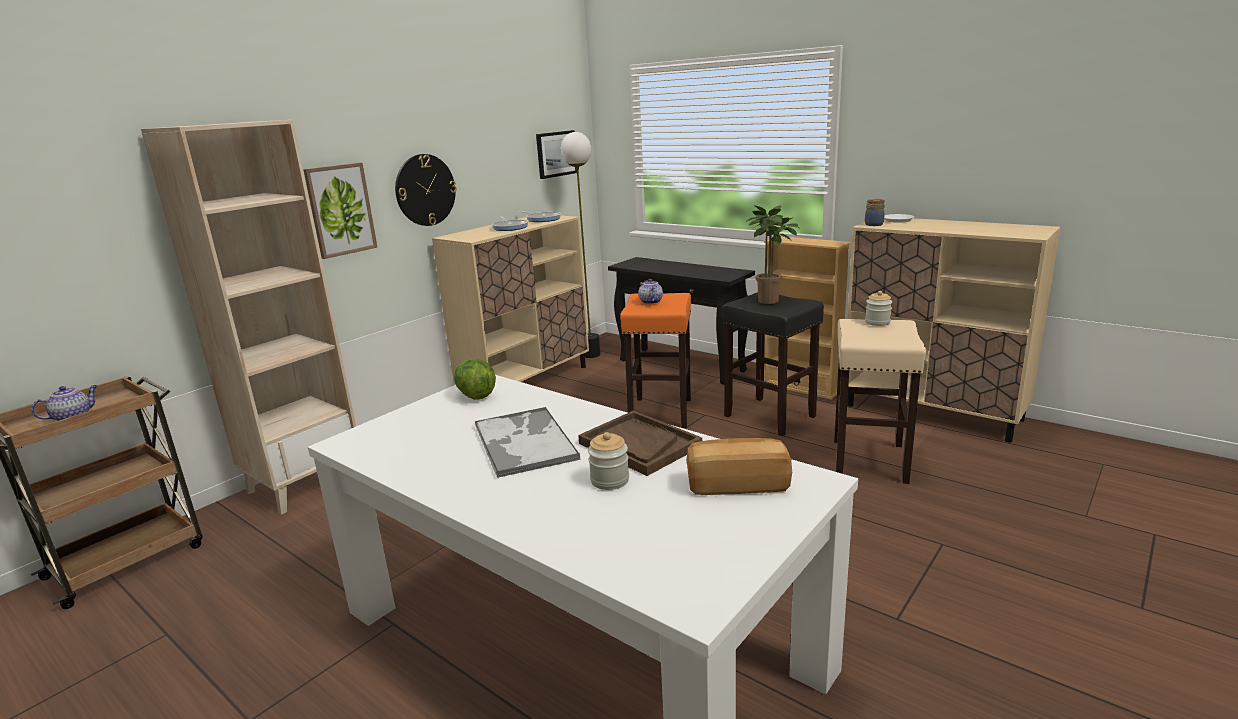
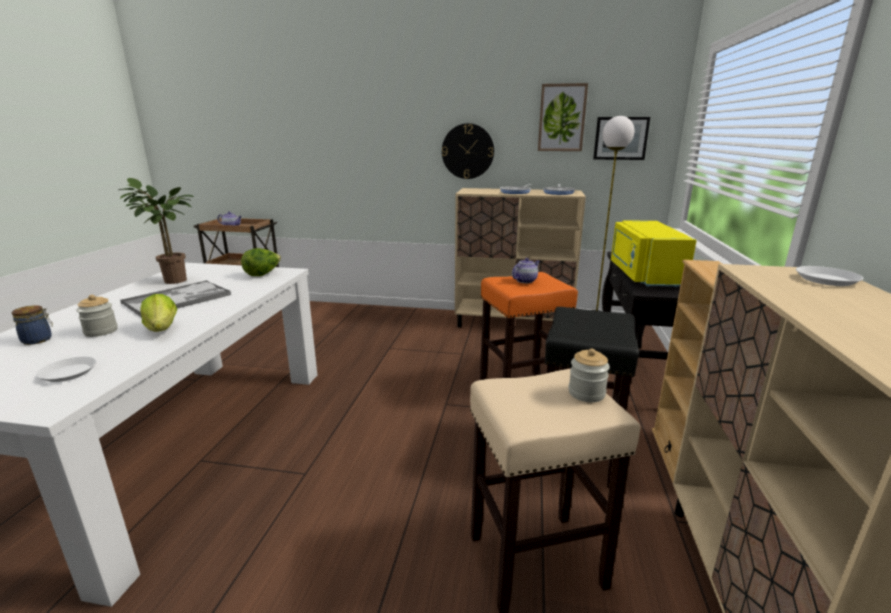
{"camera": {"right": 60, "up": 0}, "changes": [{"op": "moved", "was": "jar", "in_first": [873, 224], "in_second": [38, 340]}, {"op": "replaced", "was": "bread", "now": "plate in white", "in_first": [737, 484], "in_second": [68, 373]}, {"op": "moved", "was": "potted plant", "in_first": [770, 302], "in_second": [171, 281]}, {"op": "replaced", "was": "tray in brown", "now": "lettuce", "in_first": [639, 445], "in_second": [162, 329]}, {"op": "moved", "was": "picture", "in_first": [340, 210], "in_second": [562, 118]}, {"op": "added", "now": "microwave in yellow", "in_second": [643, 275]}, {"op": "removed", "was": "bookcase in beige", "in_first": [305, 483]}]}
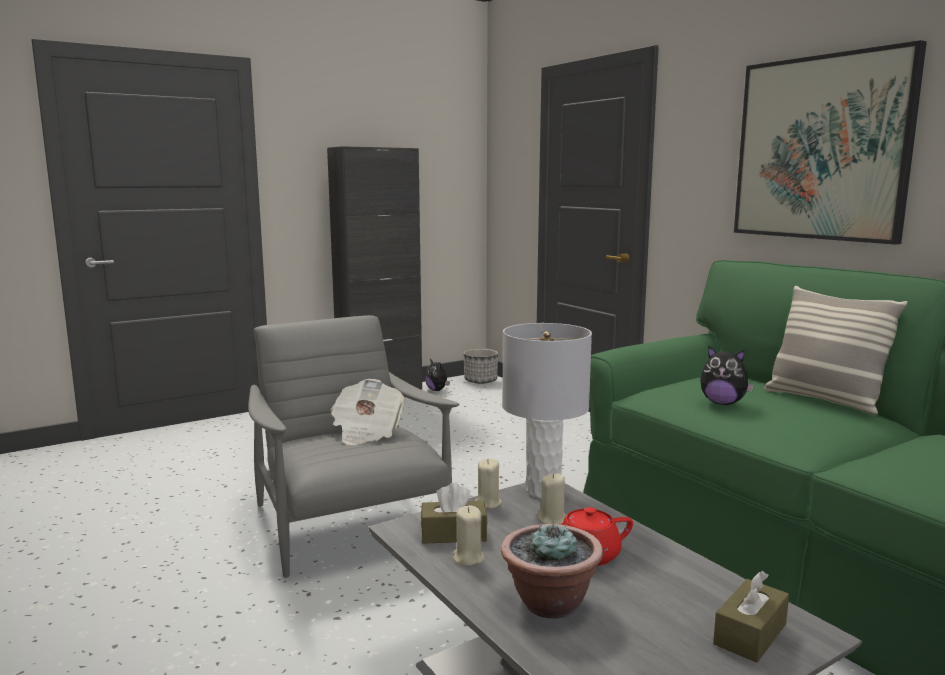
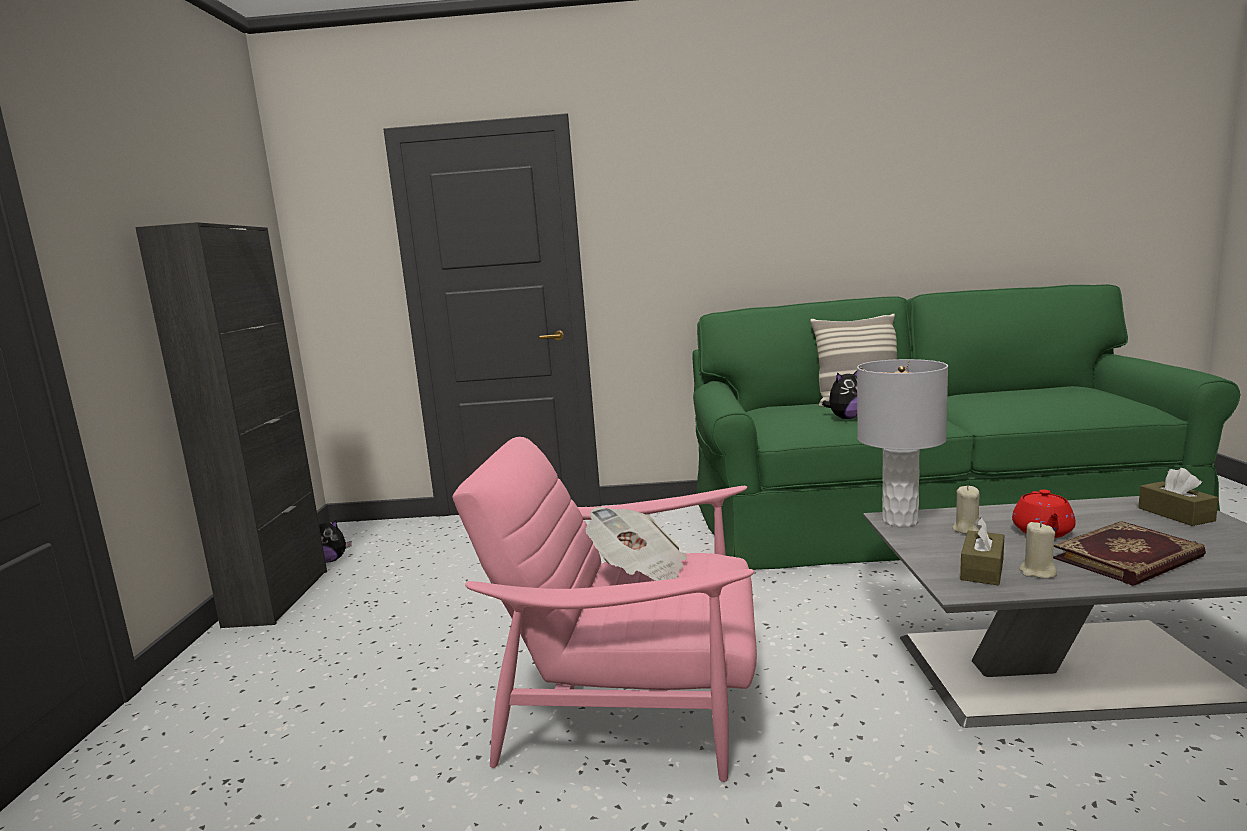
{"camera": {"right": -55, "up": 0}, "changes": [{"op": "recoloured", "was": "armchair in grey", "now": "armchair in pink", "in_first": [349, 525], "in_second": [632, 703]}, {"op": "replaced", "was": "potted plant", "now": "book", "in_first": [549, 603], "in_second": [1129, 559]}, {"op": "removed", "was": "planter", "in_first": [480, 381]}, {"op": "removed", "was": "candle in beige", "in_first": [487, 503]}, {"op": "removed", "was": "picture", "in_first": [821, 148]}]}
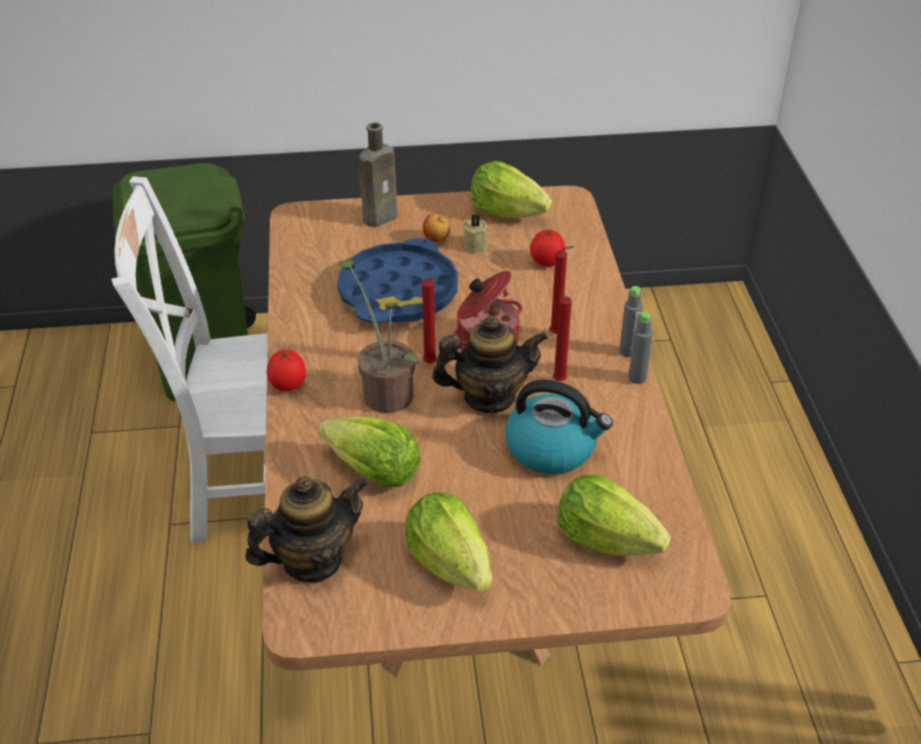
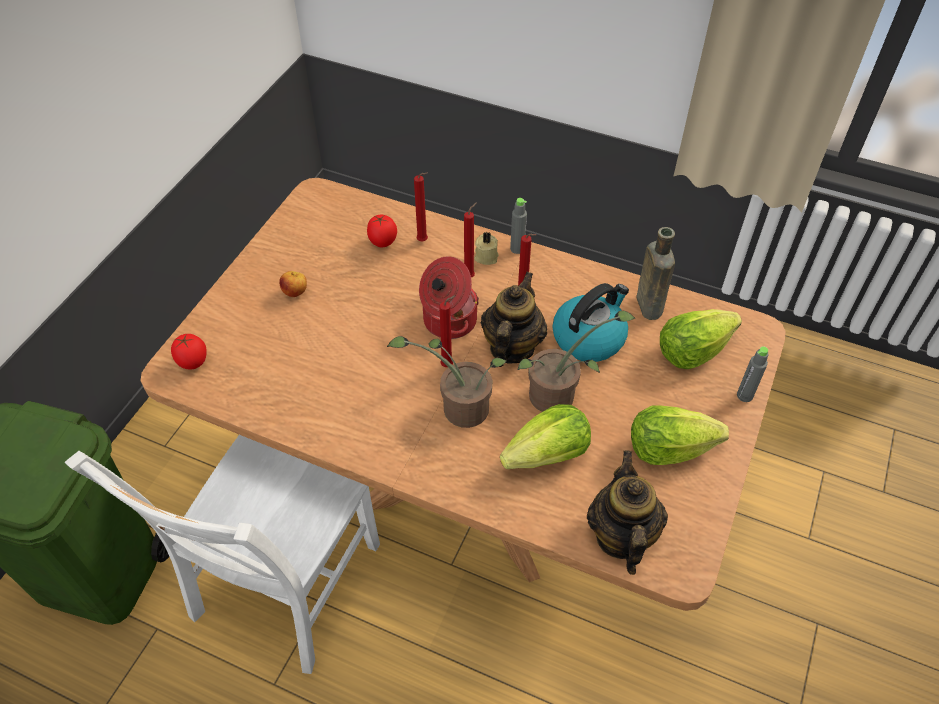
{"camera": {"right": -60, "up": 10}, "changes": [{"op": "moved", "was": "tomato", "in_first": [287, 386], "in_second": [193, 363]}, {"op": "added", "now": "candle in red", "in_second": [424, 241]}, {"op": "moved", "was": "candle in beige", "in_first": [476, 244], "in_second": [486, 256]}, {"op": "added", "now": "potted plant", "in_second": [559, 396]}, {"op": "moved", "was": "bottle in brown", "in_first": [382, 216], "in_second": [648, 304]}, {"op": "moved", "was": "bottle in grey", "in_first": [637, 378], "in_second": [744, 395]}, {"op": "removed", "was": "tray in blue", "in_first": [398, 292]}, {"op": "removed", "was": "lettuce", "in_first": [506, 212]}]}
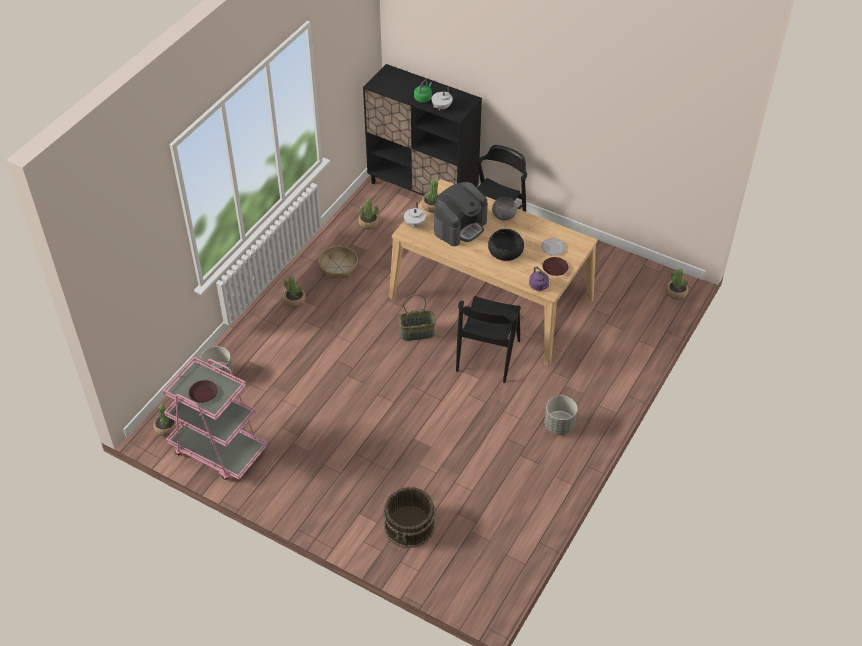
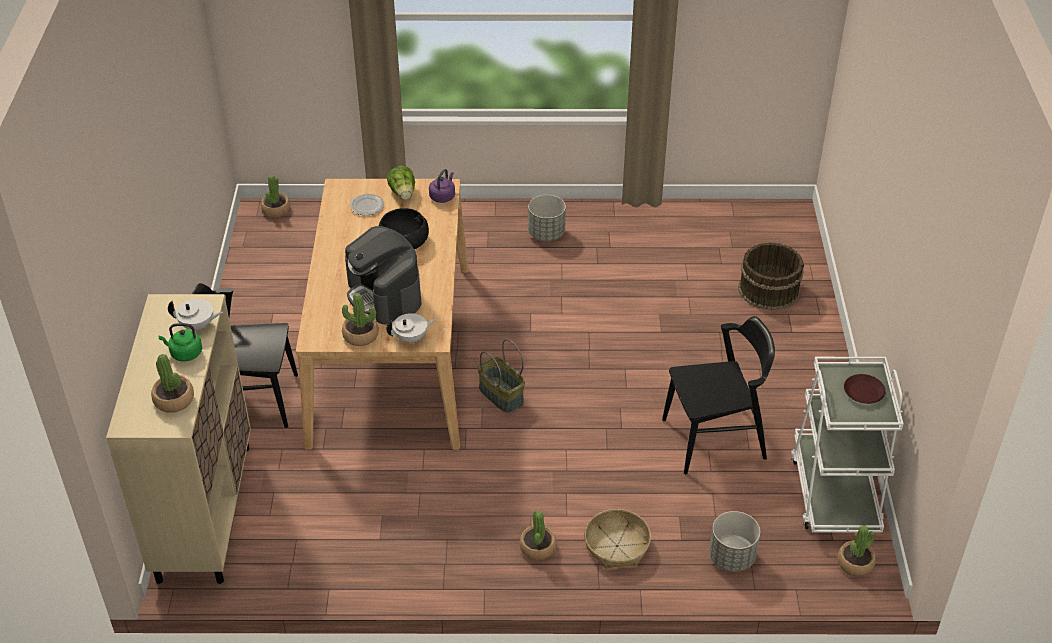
{"camera": {"right": -120, "up": -5}, "changes": [{"op": "recoloured", "was": "cabinet in black", "now": "cabinet in beige", "in_first": [423, 189], "in_second": [204, 511]}, {"op": "moved", "was": "potted plant", "in_first": [369, 223], "in_second": [174, 399]}, {"op": "turned", "was": "coffee machine", "in_first": [460, 226], "in_second": [384, 295], "clockwise": -135}, {"op": "replaced", "was": "plate in brown", "now": "lettuce", "in_first": [555, 269], "in_second": [403, 194]}, {"op": "moved", "was": "basket", "in_first": [338, 267], "in_second": [616, 546]}, {"op": "moved", "was": "chair in black", "in_first": [487, 356], "in_second": [714, 439]}, {"op": "recoloured", "was": "cart in pink", "now": "cart in white", "in_first": [218, 450], "in_second": [834, 491]}, {"op": "removed", "was": "bowl in grey", "in_first": [503, 216]}]}
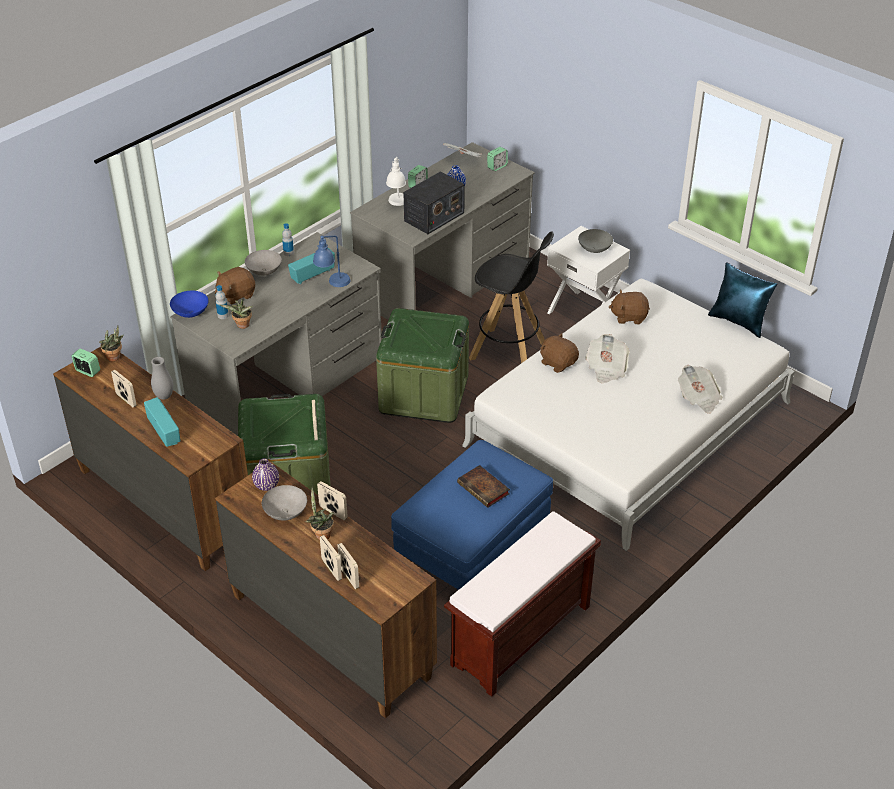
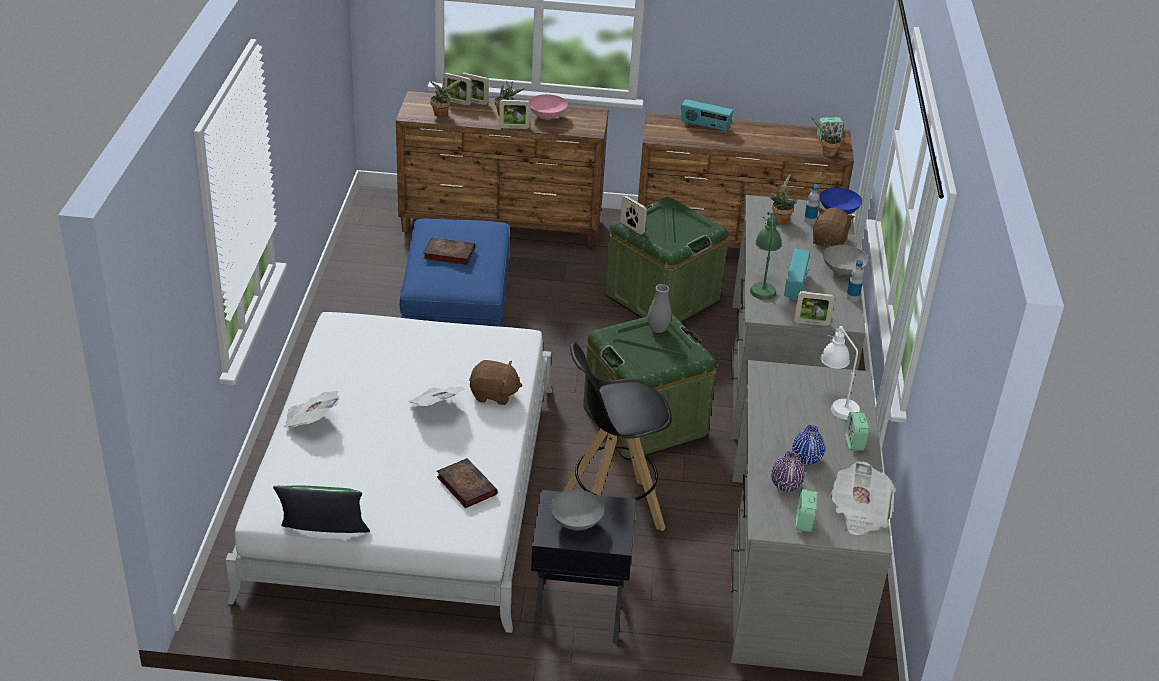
{"camera": {"right": 140, "up": -5}, "changes": [{"op": "recoloured", "was": "pillow in blue", "now": "pillow in green", "in_first": [739, 322], "in_second": [323, 540]}, {"op": "added", "now": "potted plant", "in_second": [442, 113]}, {"op": "replaced", "was": "plush toy in brown", "now": "book", "in_first": [629, 317], "in_second": [465, 485]}, {"op": "recoloured", "was": "bowl in grey", "now": "bowl in pink", "in_first": [285, 512], "in_second": [548, 116]}, {"op": "recoloured", "was": "nightstand in white", "now": "nightstand in black", "in_first": [584, 312], "in_second": [578, 611]}, {"op": "moved", "was": "vase in grey", "in_first": [164, 396], "in_second": [658, 330]}, {"op": "recoloured", "was": "table lamp in blue", "now": "table lamp in green", "in_first": [333, 285], "in_second": [762, 285]}, {"op": "moved", "was": "vase in purple", "in_first": [266, 485], "in_second": [785, 485]}, {"op": "moved", "was": "picture frame", "in_first": [126, 400], "in_second": [811, 323]}, {"op": "removed", "was": "radio", "in_first": [434, 217]}, {"op": "removed", "was": "bench in brown", "in_first": [520, 637]}]}
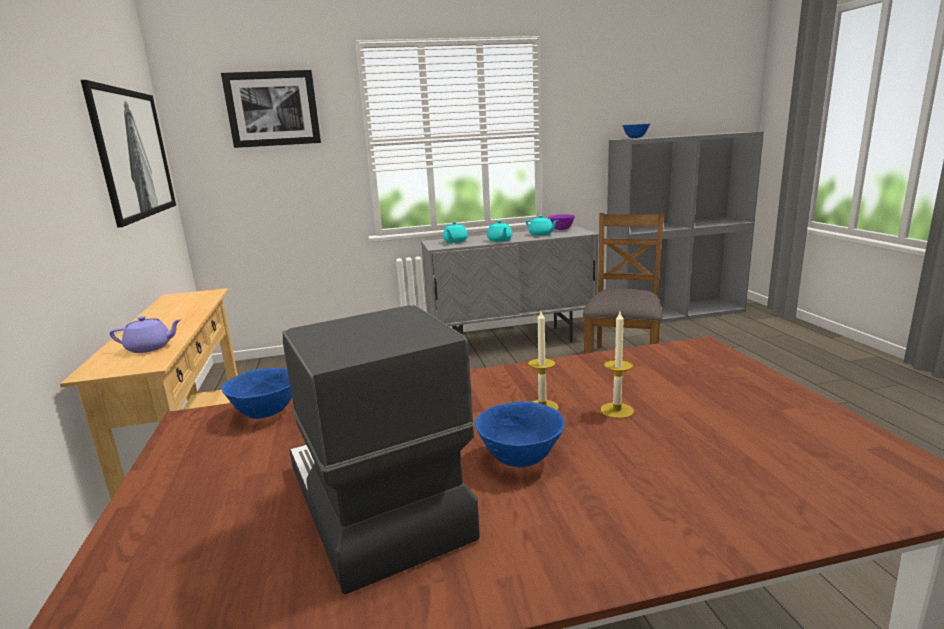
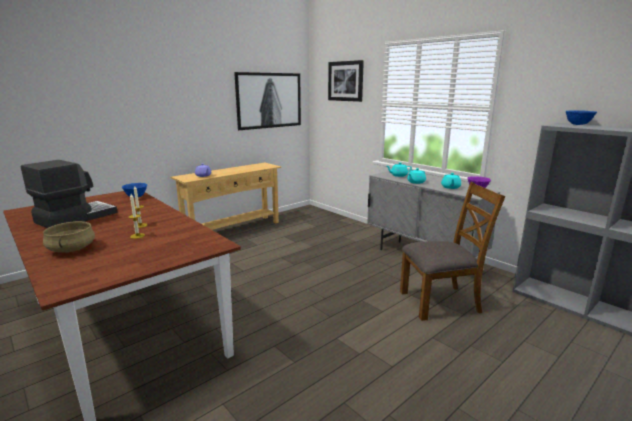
{"camera": {"right": 60, "up": 0}, "changes": [{"op": "added", "now": "cooking pot in beige", "in_second": [72, 249]}, {"op": "removed", "was": "bowl in blue", "in_first": [521, 459]}]}
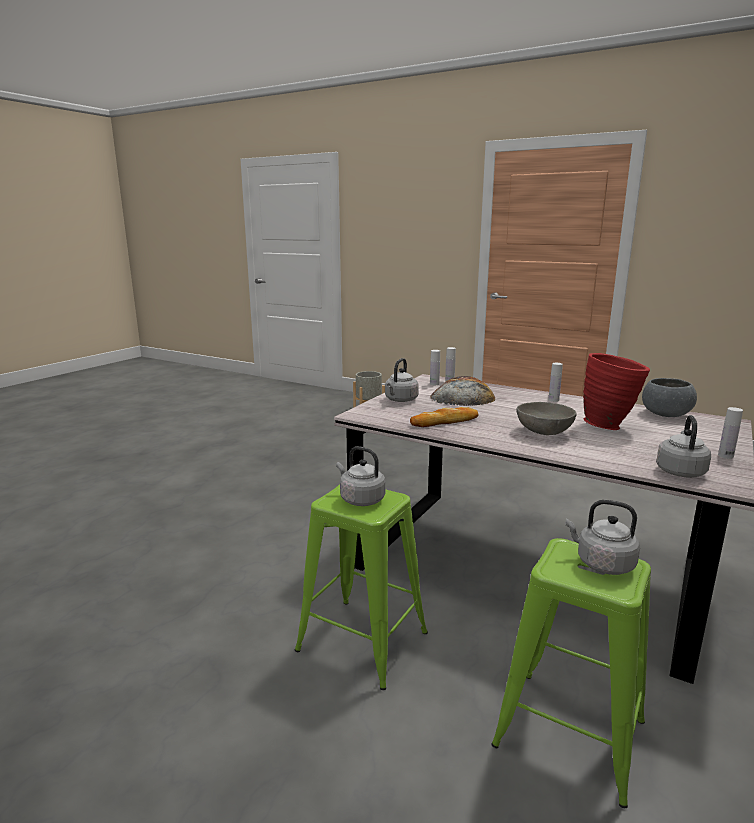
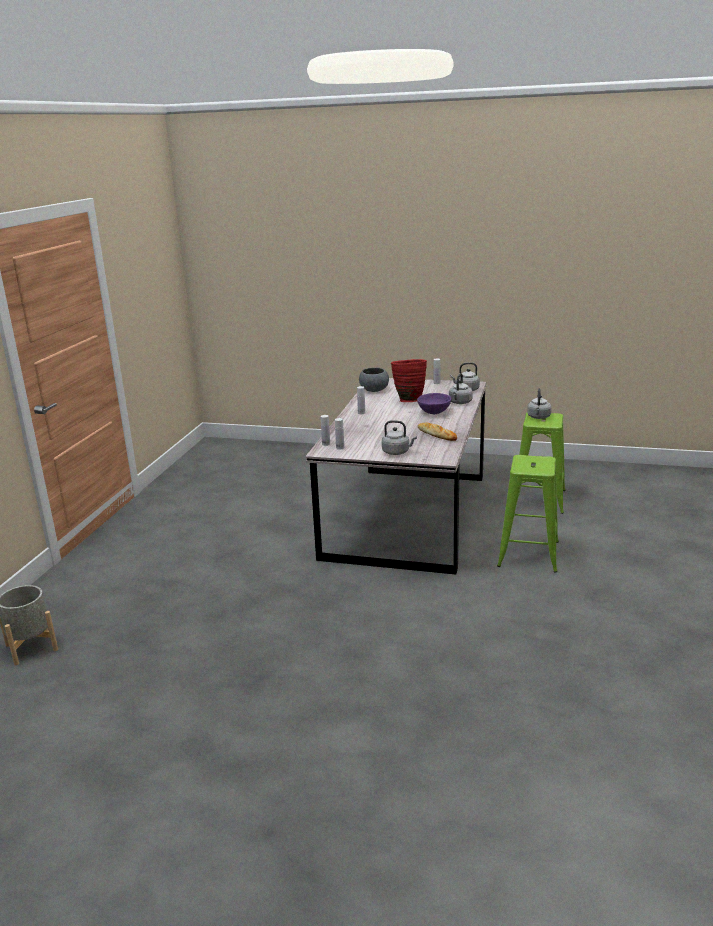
{"camera": {"right": -105, "up": 5}, "changes": [{"op": "recoloured", "was": "bowl in grey", "now": "bowl in purple", "in_first": [544, 432], "in_second": [434, 412]}, {"op": "moved", "was": "kettle in grey", "in_first": [360, 499], "in_second": [460, 402]}, {"op": "removed", "was": "bread", "in_first": [463, 397]}]}
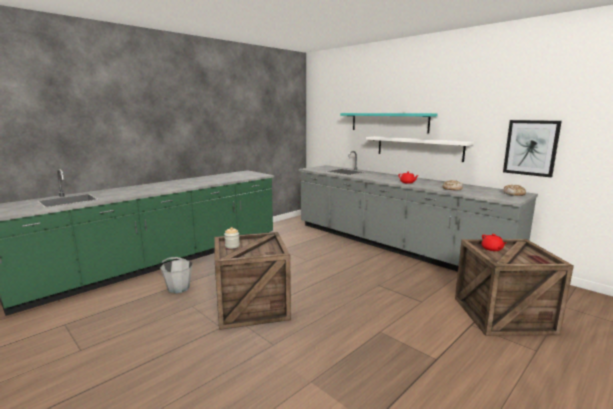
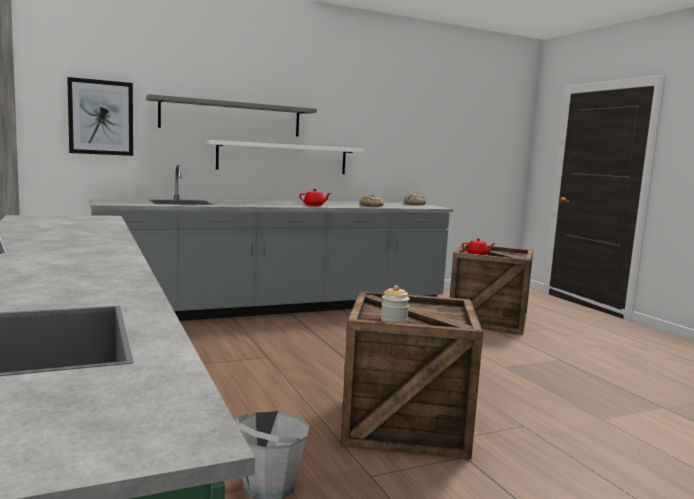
{"camera": {"right": -70, "up": -5}, "changes": [{"op": "moved", "was": "picture", "in_first": [531, 147], "in_second": [101, 117]}, {"op": "recoloured", "was": "shelf in turquoise", "now": "shelf in grey", "in_first": [388, 122], "in_second": [231, 117]}]}
